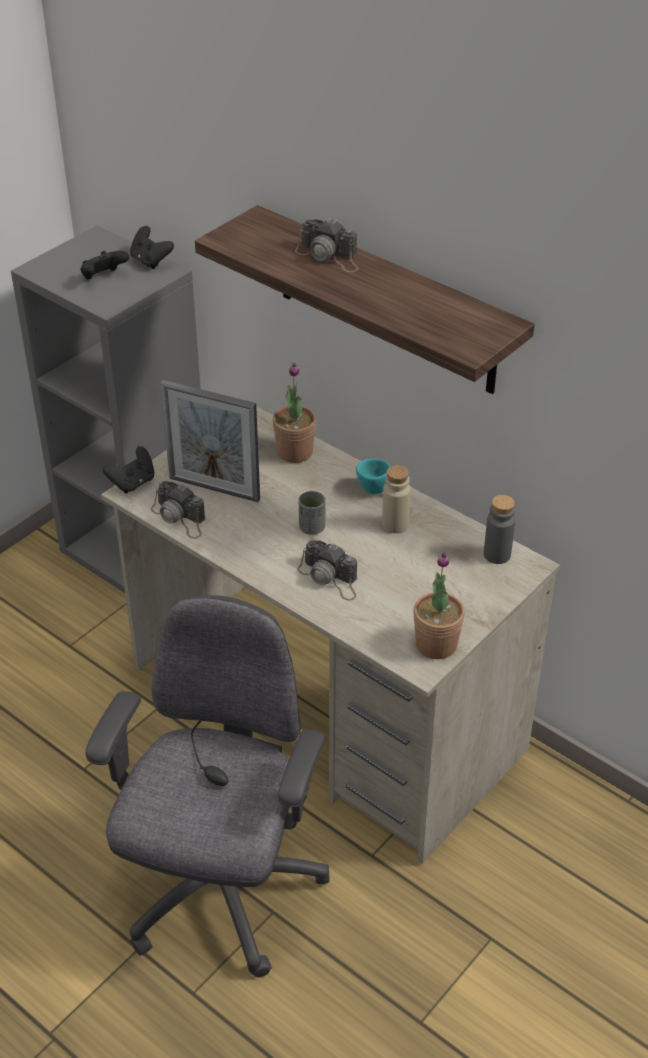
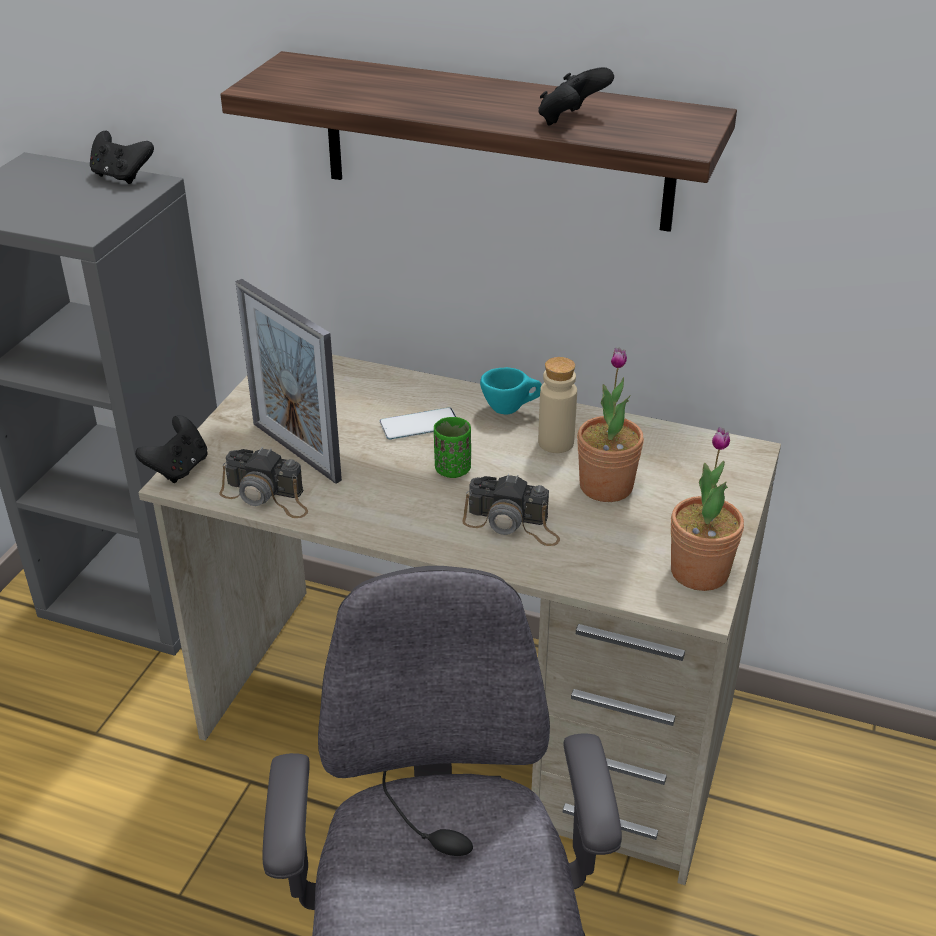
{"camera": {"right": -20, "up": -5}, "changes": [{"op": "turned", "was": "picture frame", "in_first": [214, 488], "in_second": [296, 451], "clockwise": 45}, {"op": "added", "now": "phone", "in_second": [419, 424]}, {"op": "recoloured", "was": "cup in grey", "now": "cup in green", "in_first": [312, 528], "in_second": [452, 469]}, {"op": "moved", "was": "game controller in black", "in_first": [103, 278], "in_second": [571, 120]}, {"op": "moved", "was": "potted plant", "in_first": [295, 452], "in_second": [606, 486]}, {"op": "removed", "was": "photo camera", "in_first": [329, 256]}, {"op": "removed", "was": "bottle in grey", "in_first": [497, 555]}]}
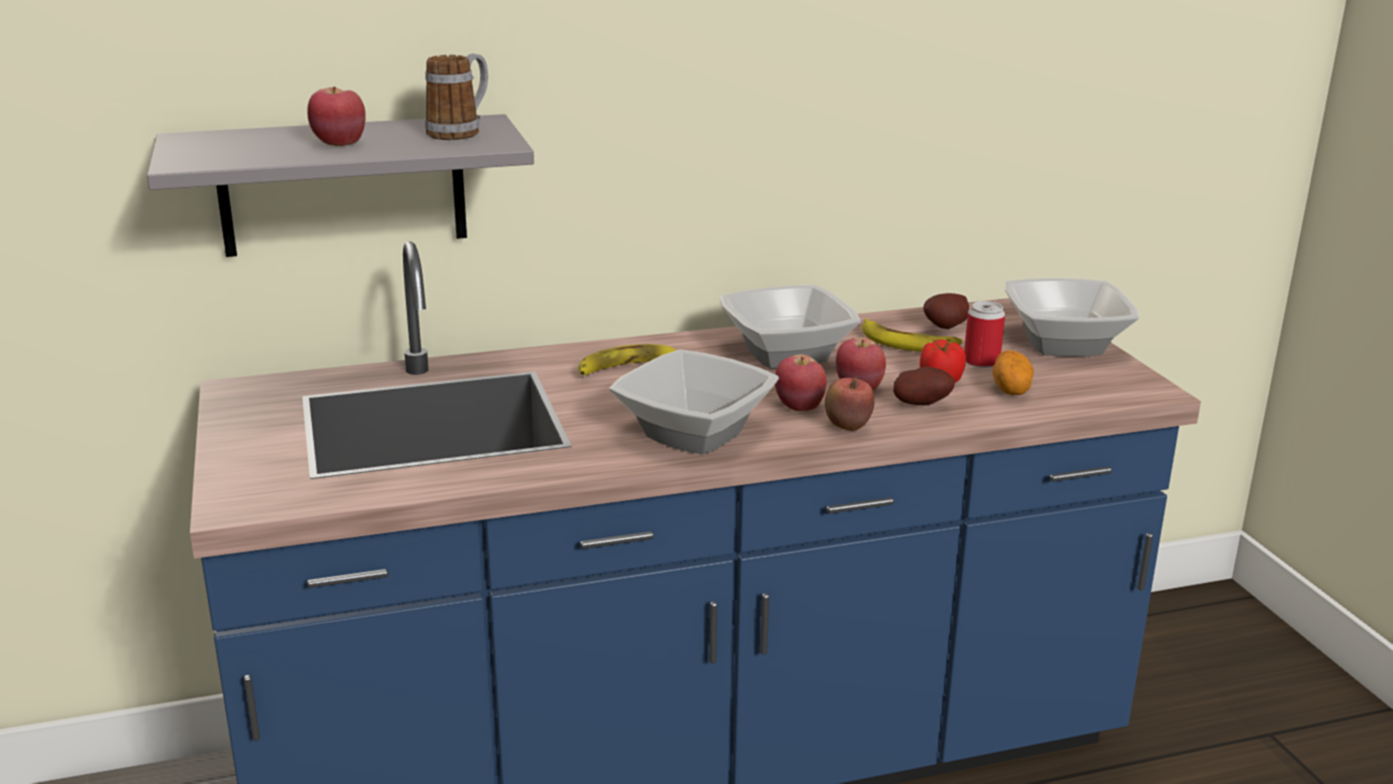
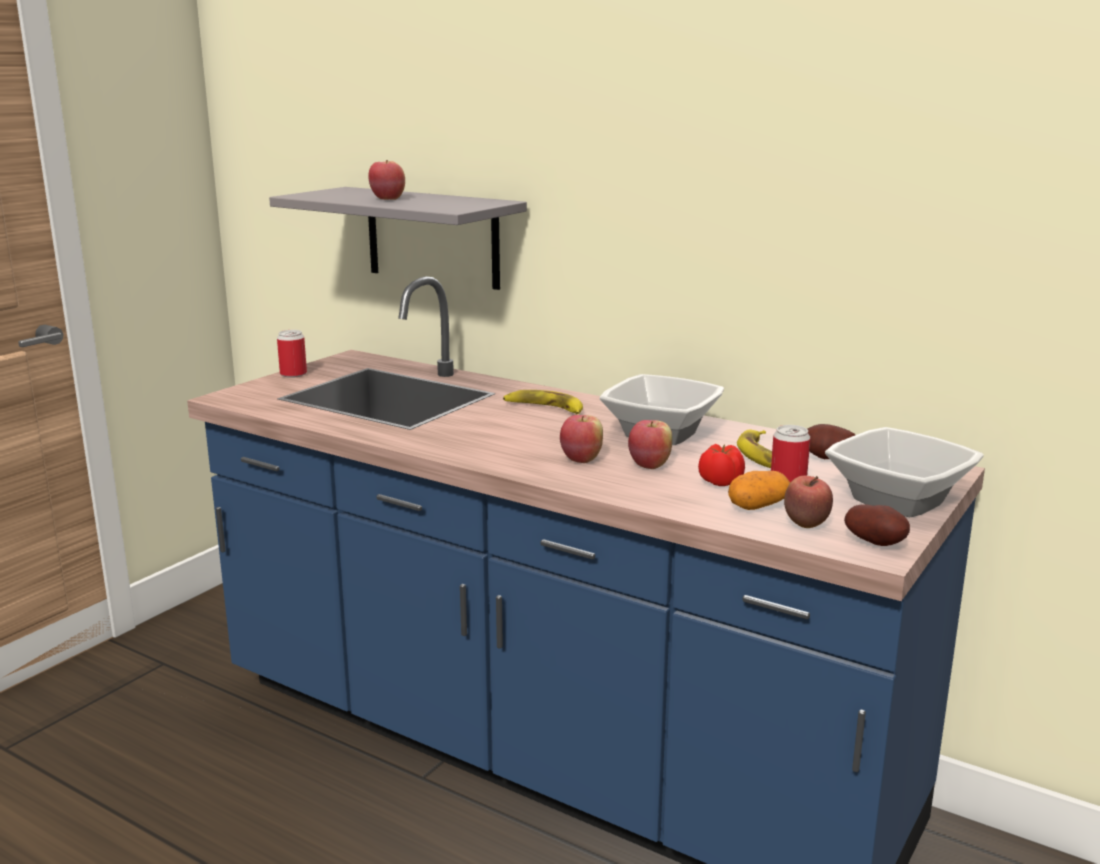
{"camera": {"right": 50, "up": -5}, "changes": [{"op": "added", "now": "can", "in_second": [293, 374]}, {"op": "moved", "was": "apple", "in_first": [847, 428], "in_second": [805, 525]}, {"op": "moved", "was": "potato", "in_first": [921, 404], "in_second": [877, 544]}, {"op": "removed", "was": "mug", "in_first": [461, 132]}, {"op": "removed", "was": "bowl", "in_first": [697, 433]}]}
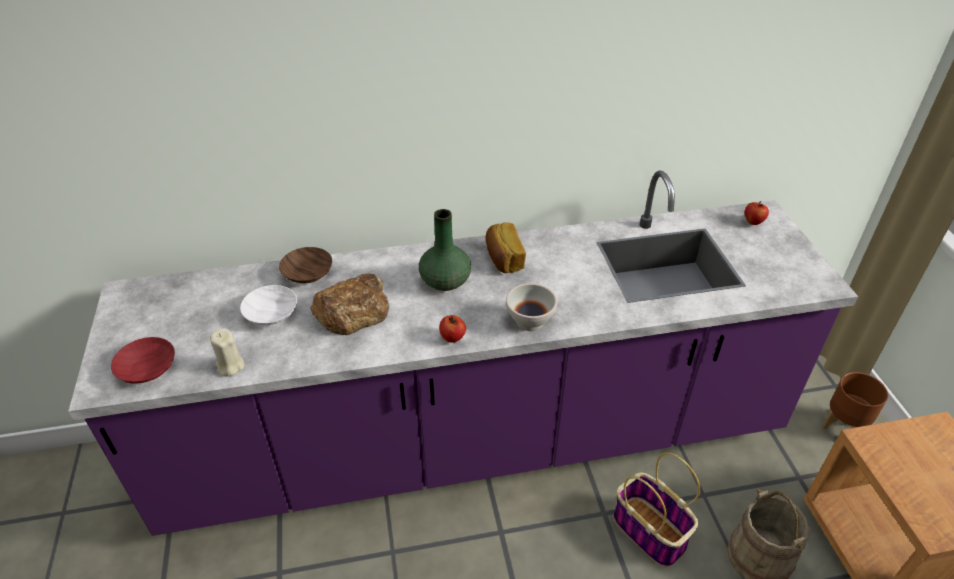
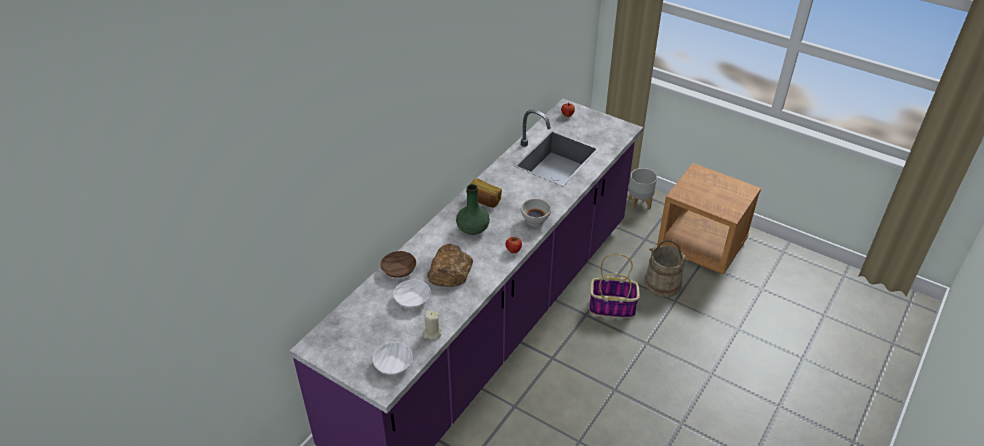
{"camera": {"right": -45, "up": 0}, "changes": [{"op": "recoloured", "was": "bowl in red", "now": "bowl in white", "in_first": [146, 370], "in_second": [393, 365]}, {"op": "recoloured", "was": "planter in brown", "now": "planter in grey", "in_first": [843, 426], "in_second": [639, 203]}]}
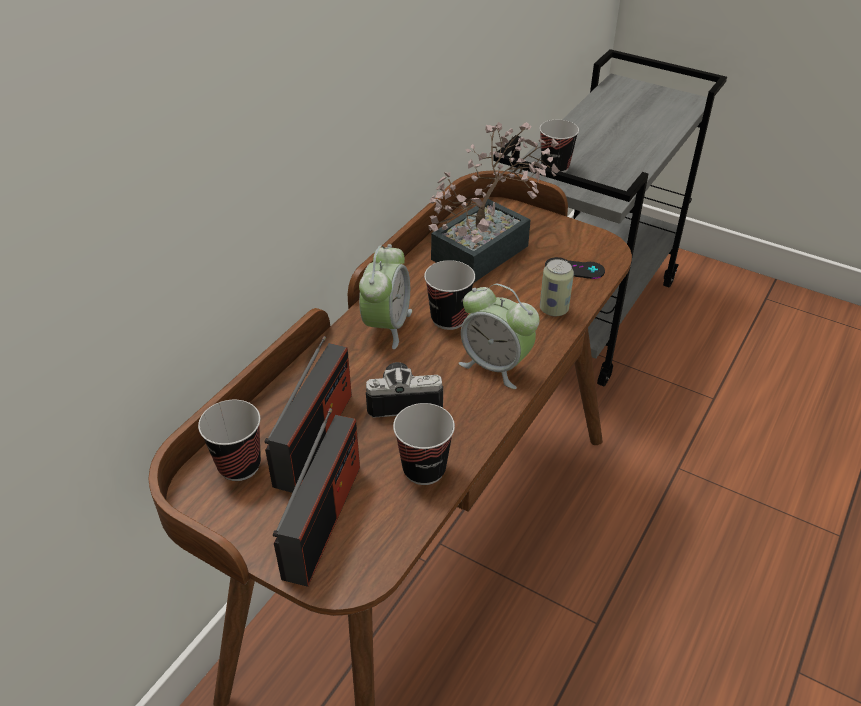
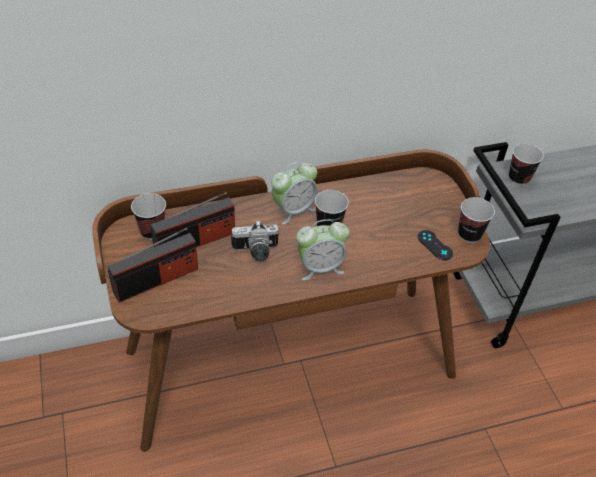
{"camera": {"right": 40, "up": 5}, "changes": [{"op": "turned", "was": "photo camera", "in_first": [403, 399], "in_second": [255, 252], "clockwise": 135}, {"op": "turned", "was": "alarm clock", "in_first": [495, 365], "in_second": [320, 267], "clockwise": -90}, {"op": "moved", "was": "cup", "in_first": [424, 469], "in_second": [469, 234]}, {"op": "removed", "was": "potted plant", "in_first": [488, 248]}, {"op": "removed", "was": "can", "in_first": [553, 309]}]}
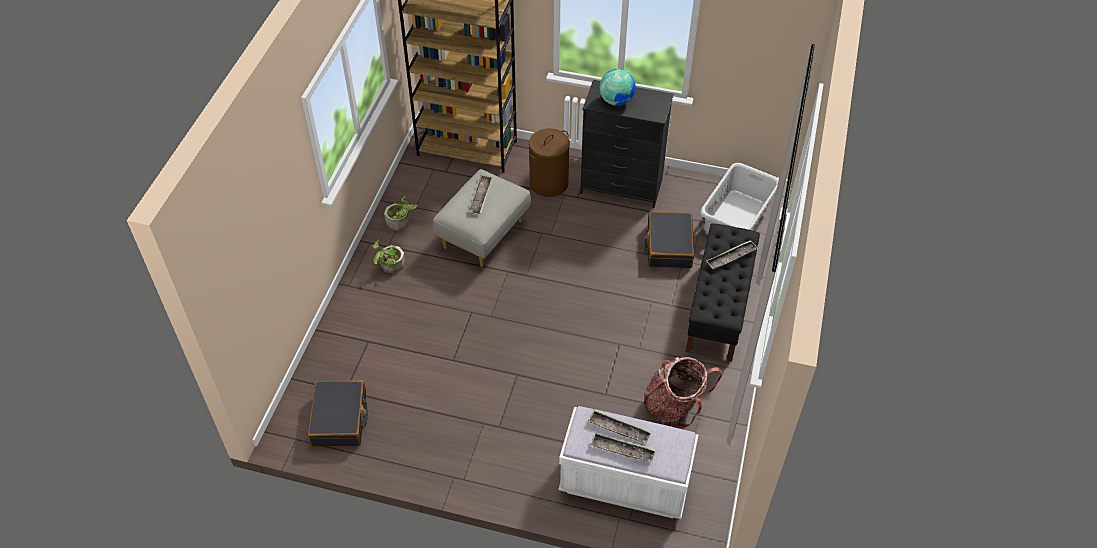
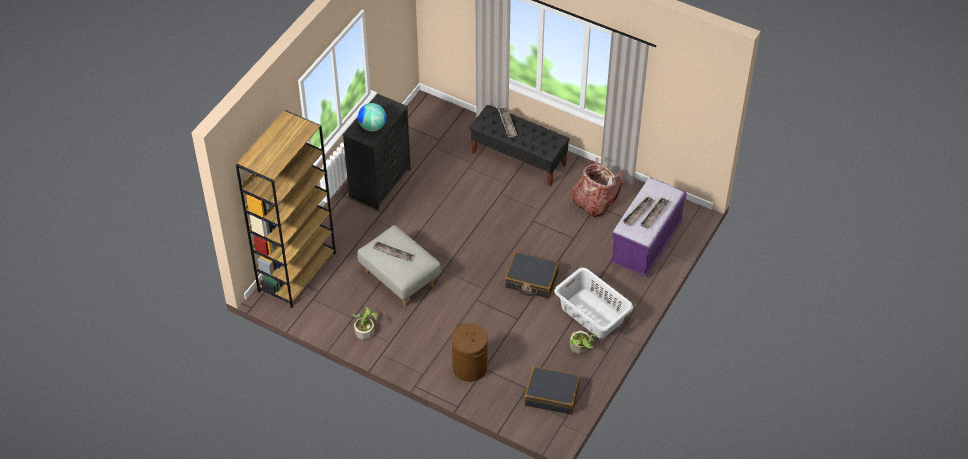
{"camera": {"right": -75, "up": 0}, "changes": [{"op": "moved", "was": "laundry basket in brown", "in_first": [549, 183], "in_second": [469, 367]}, {"op": "moved", "was": "suitcase in black", "in_first": [668, 246], "in_second": [531, 280]}, {"op": "moved", "was": "laundry basket in grey", "in_first": [736, 217], "in_second": [592, 314]}, {"op": "moved", "was": "potted plant", "in_first": [389, 266], "in_second": [581, 348]}, {"op": "recoloured", "was": "bench in white", "now": "bench in purple", "in_first": [625, 483], "in_second": [646, 244]}]}
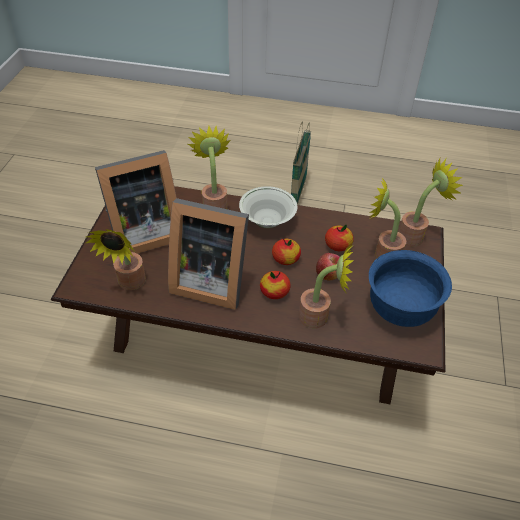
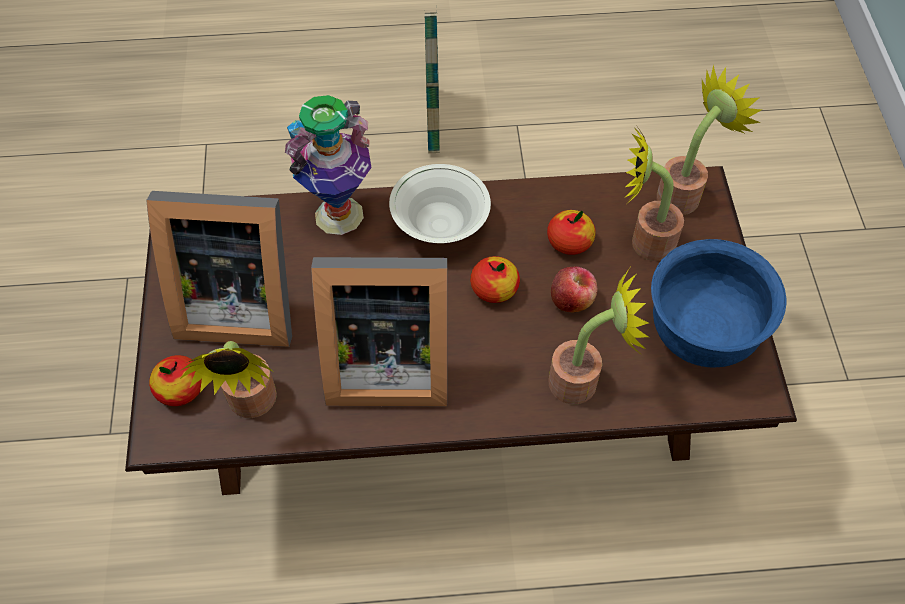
{"camera": {"right": -15, "up": 10}, "changes": [{"op": "turned", "was": "picture frame", "in_first": [142, 233], "in_second": [236, 303], "clockwise": 45}, {"op": "moved", "was": "apple", "in_first": [274, 292], "in_second": [181, 389]}, {"op": "replaced", "was": "potted plant", "now": "vase", "in_first": [214, 205], "in_second": [339, 216]}]}
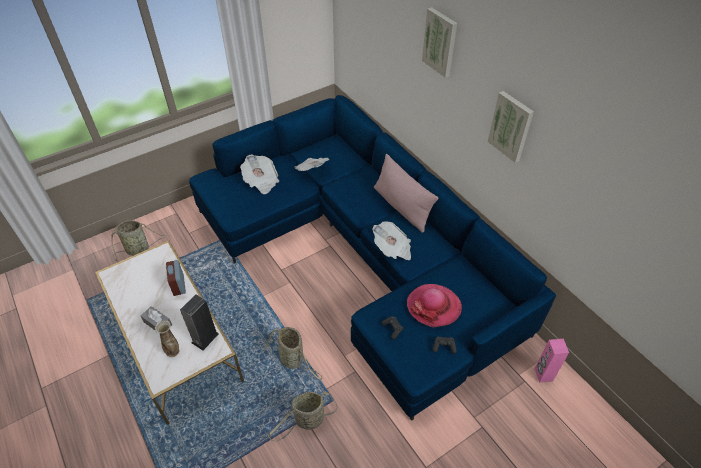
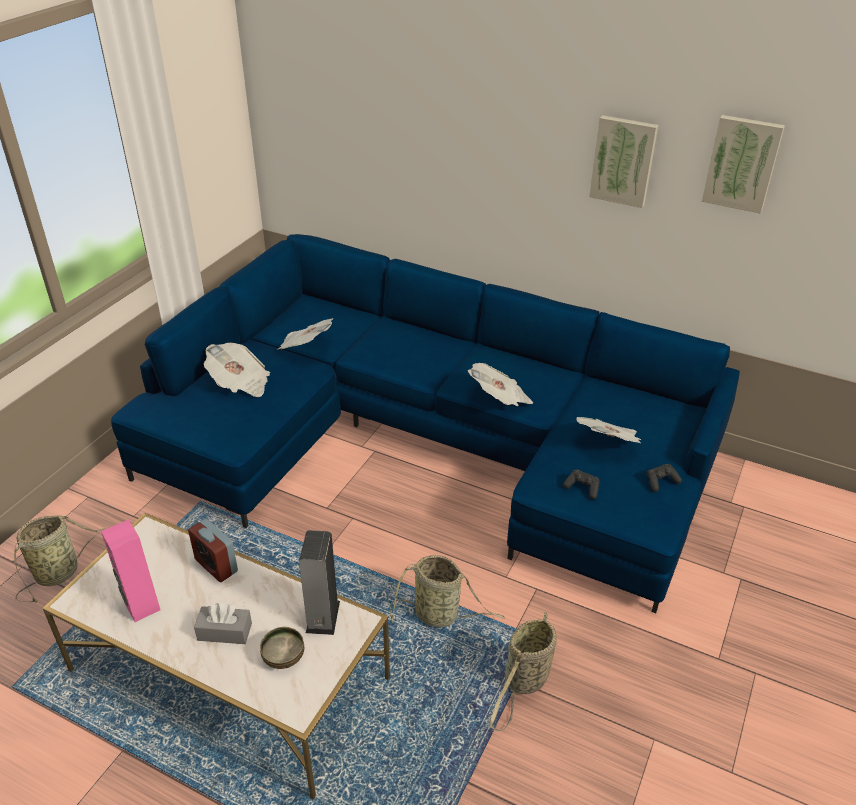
{"camera": {"right": -30, "up": -10}, "changes": [{"op": "moved", "was": "speaker in pink", "in_first": [543, 374], "in_second": [141, 606]}, {"op": "replaced", "was": "vase", "now": "bowl", "in_first": [173, 351], "in_second": [284, 657]}, {"op": "replaced", "was": "hat", "now": "newspaper", "in_first": [433, 306], "in_second": [609, 443]}, {"op": "moved", "was": "picture", "in_first": [440, 42], "in_second": [742, 163]}, {"op": "removed", "was": "pillow in pink", "in_first": [401, 207]}]}
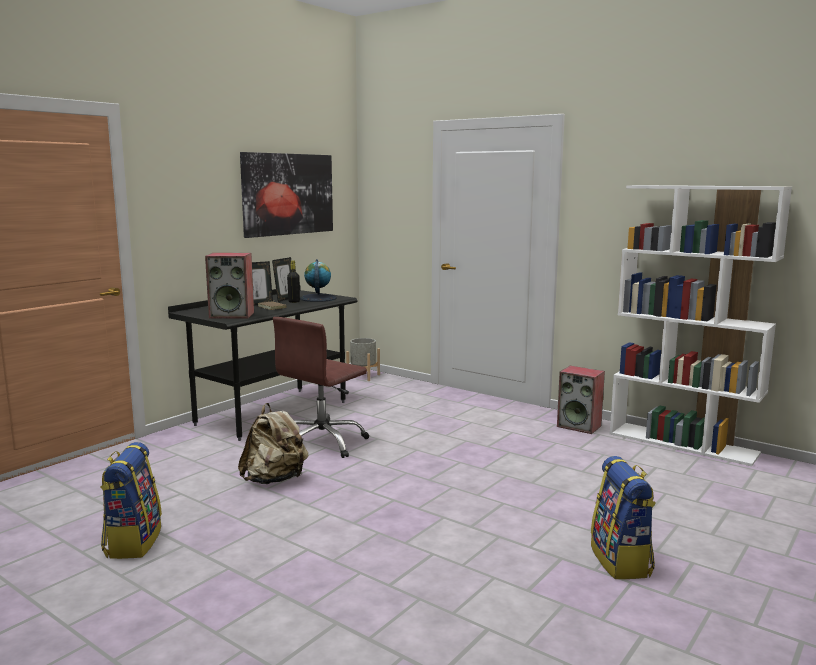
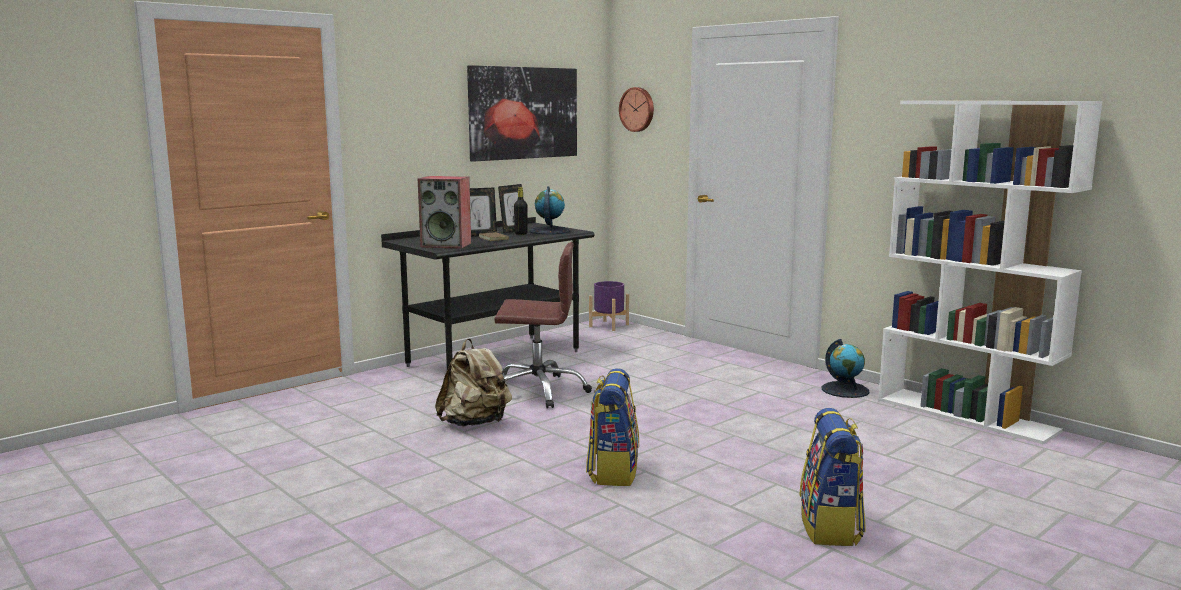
{"camera": {"right": 10, "up": 0}, "changes": [{"op": "turned", "was": "office chair in brown", "in_first": [322, 443], "in_second": [538, 391], "clockwise": -135}, {"op": "moved", "was": "backpack", "in_first": [133, 542], "in_second": [613, 472]}, {"op": "recoloured", "was": "planter in grey", "now": "planter in purple", "in_first": [363, 376], "in_second": [609, 325]}, {"op": "added", "now": "wall clock", "in_second": [637, 109]}, {"op": "replaced", "was": "speaker", "now": "globe", "in_first": [579, 426], "in_second": [845, 390]}]}
